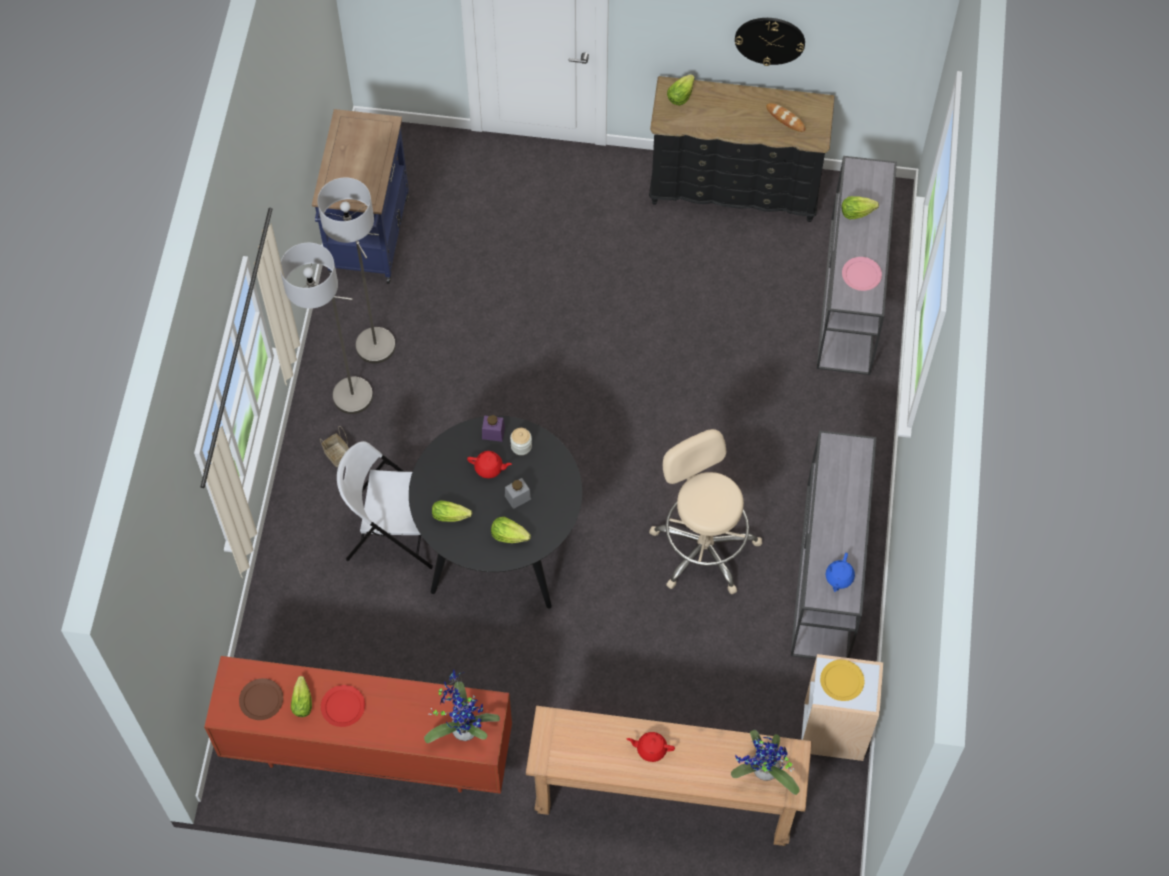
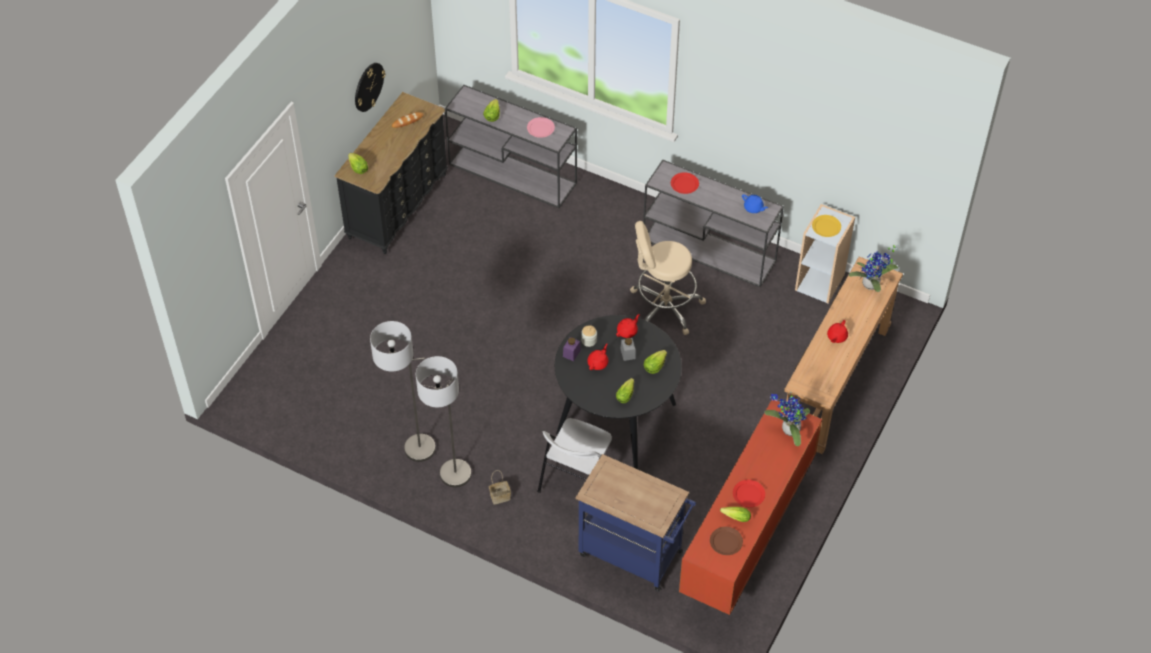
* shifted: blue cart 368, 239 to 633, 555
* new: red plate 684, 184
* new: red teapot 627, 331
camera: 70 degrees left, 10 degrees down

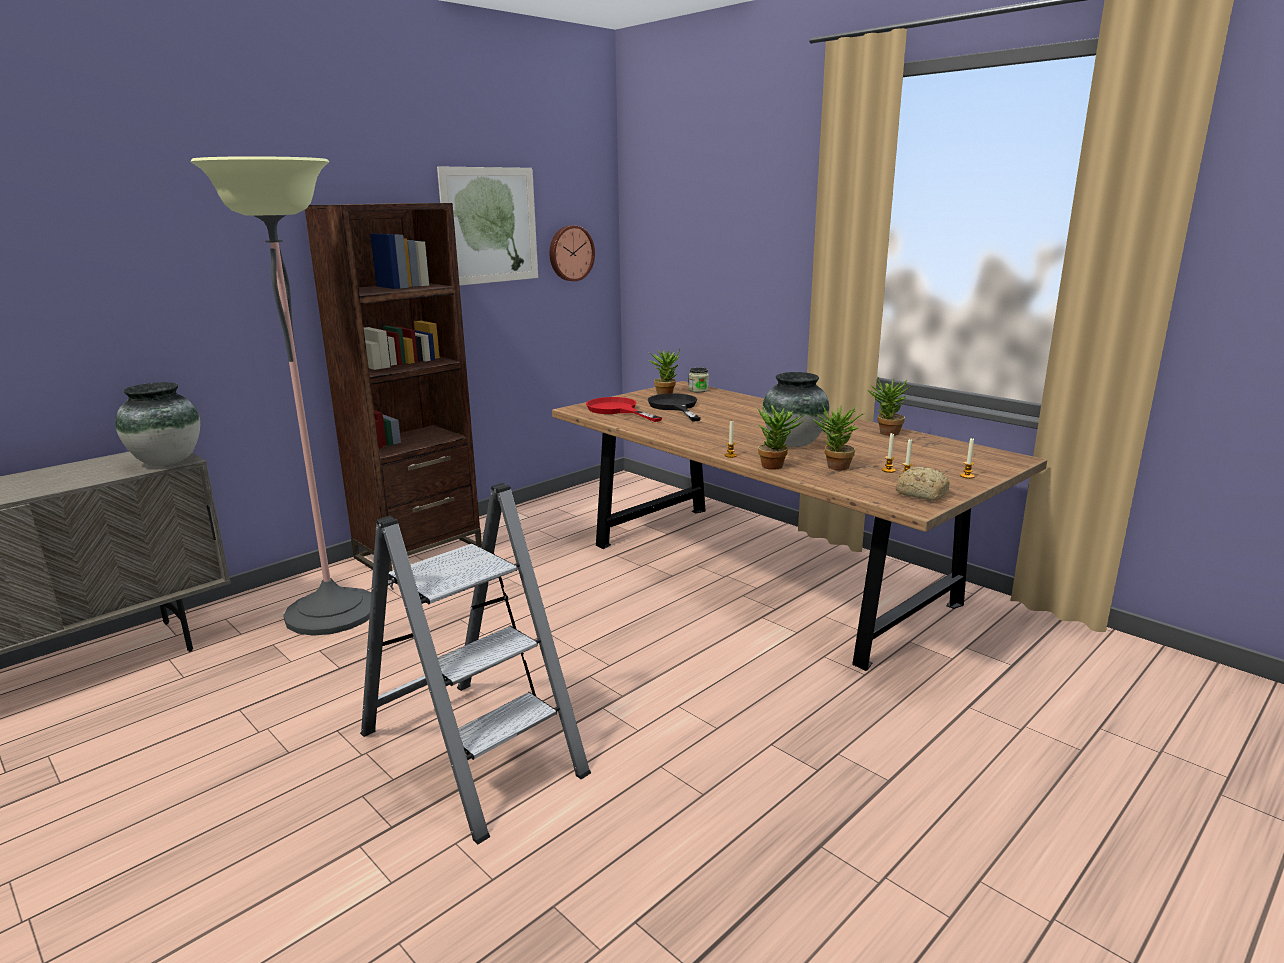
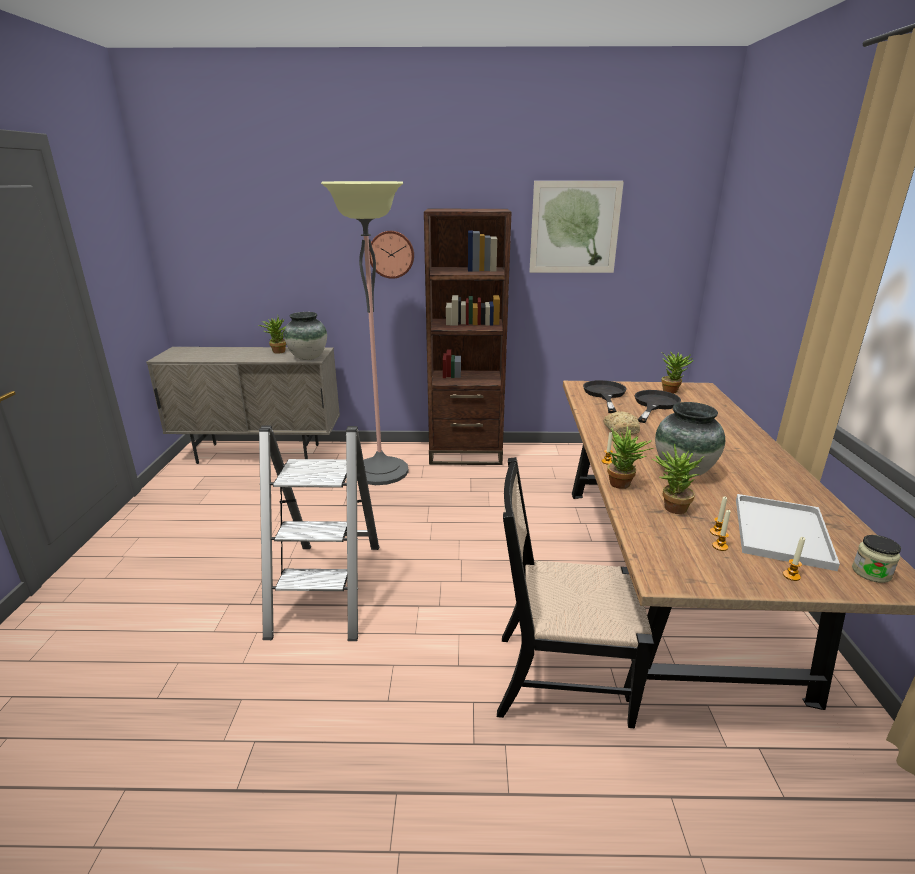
* shifted: wall clock 570, 253 to 391, 254
* shifted: jar 698, 390 to 871, 572
* shifted: potted plant 886, 433 to 277, 351
* repainted: red frying pan 617, 410 to black frying pan 604, 394
* shifted: bread 920, 493 to 621, 430
* new: chair 561, 680
* new: white tray 783, 533
camera: 45 degrees right, 5 degrees up

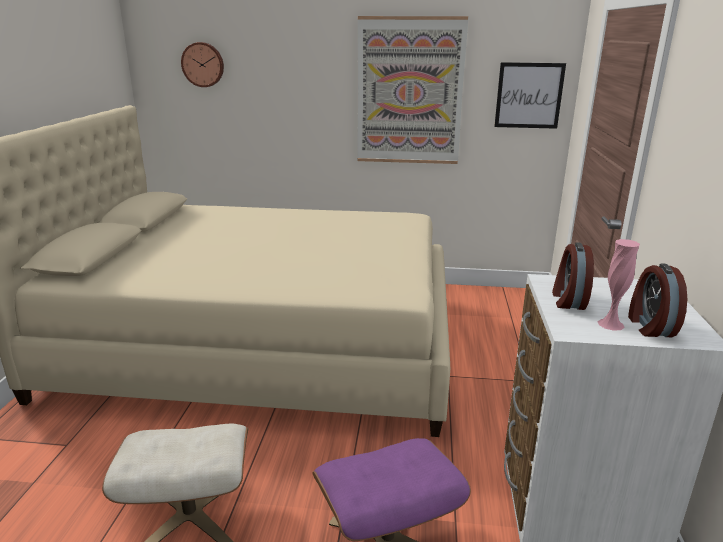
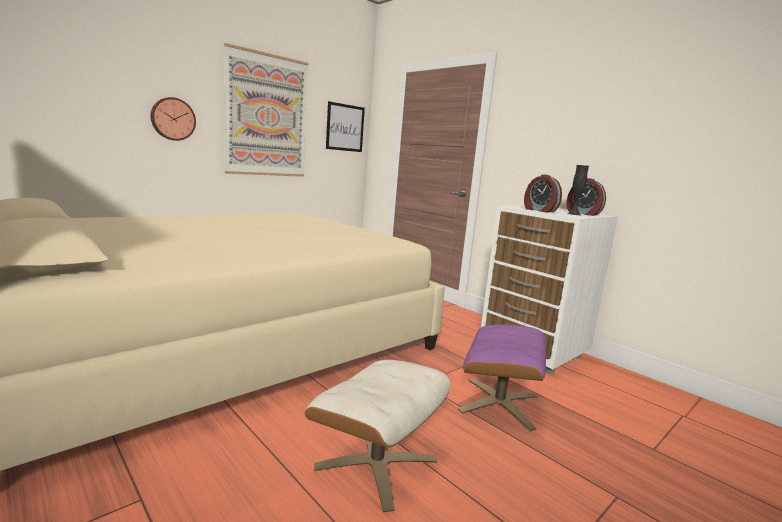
* shifted: wall clock 203, 64 to 173, 119
* repainted: pink vase 610, 324 to black vase 574, 214
camera: 50 degrees left, 10 degrees down

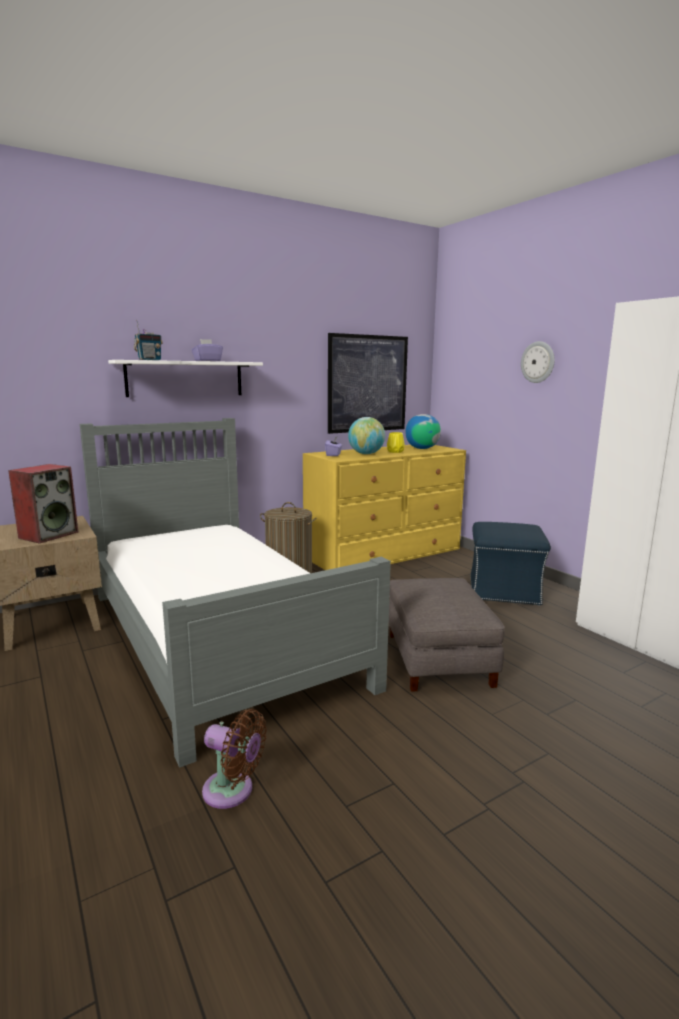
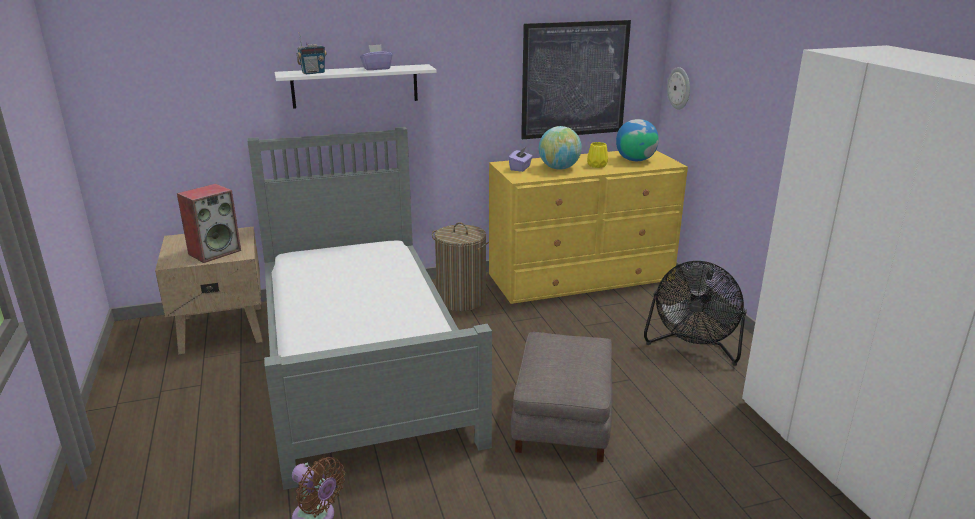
* shifted: wall clock 538, 362 to 679, 88
* swapped: blue ottoman 505, 590 to black fan 690, 345
camera: 15 degrees right, 10 degrees up

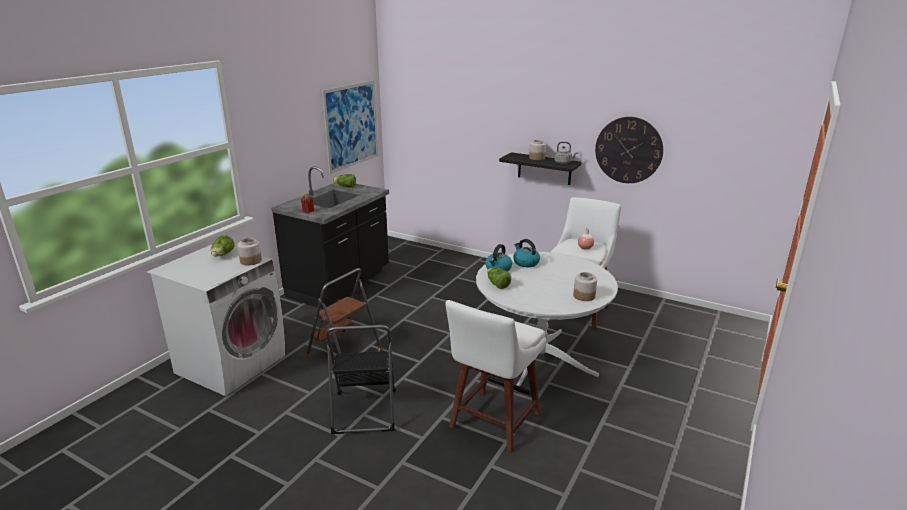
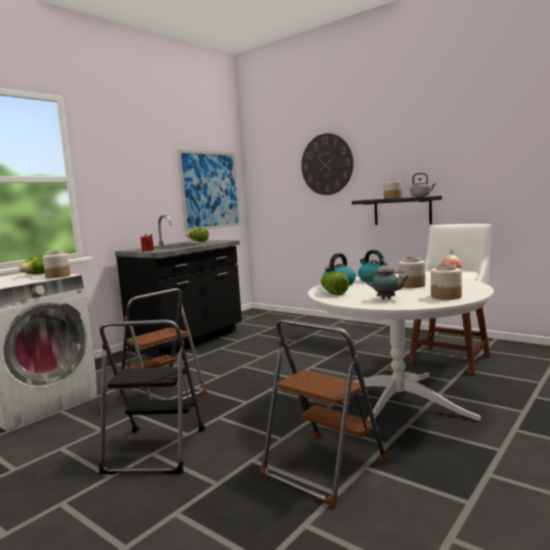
* shifted: wall clock 628, 150 to 326, 164
* swapped: white stool 492, 422 to brown step ladder 321, 468
* new: jar 411, 285
* new: teapot 387, 299
camera: 10 degrees right, 15 degrees down

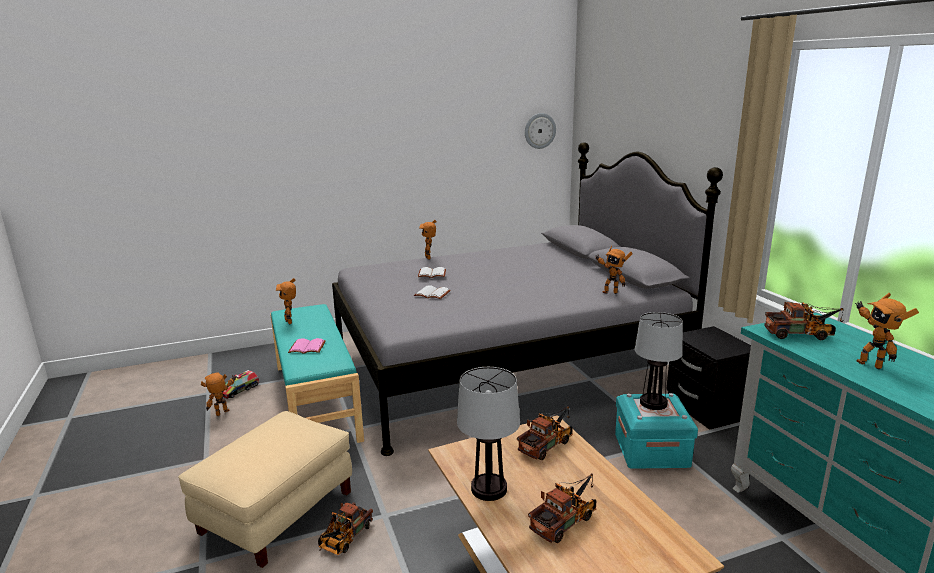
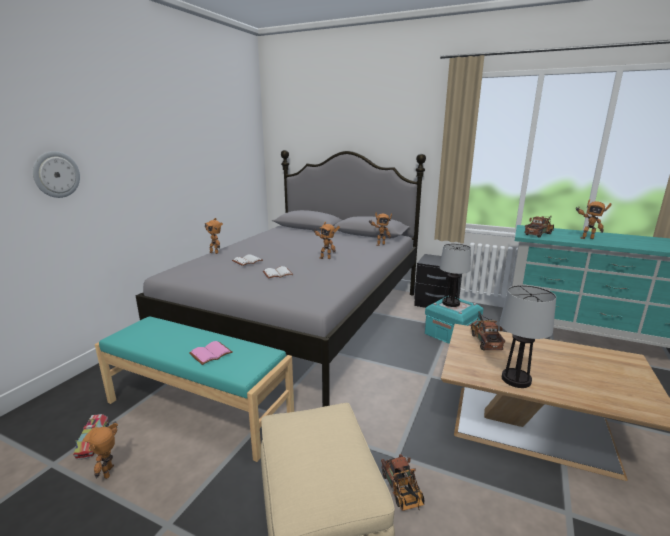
* shifted: wall clock 539, 131 to 56, 174
* shifted: toy robot 290, 322 to 325, 258
* gone: toy truck 566, 520
camera: 45 degrees left, 0 degrees up

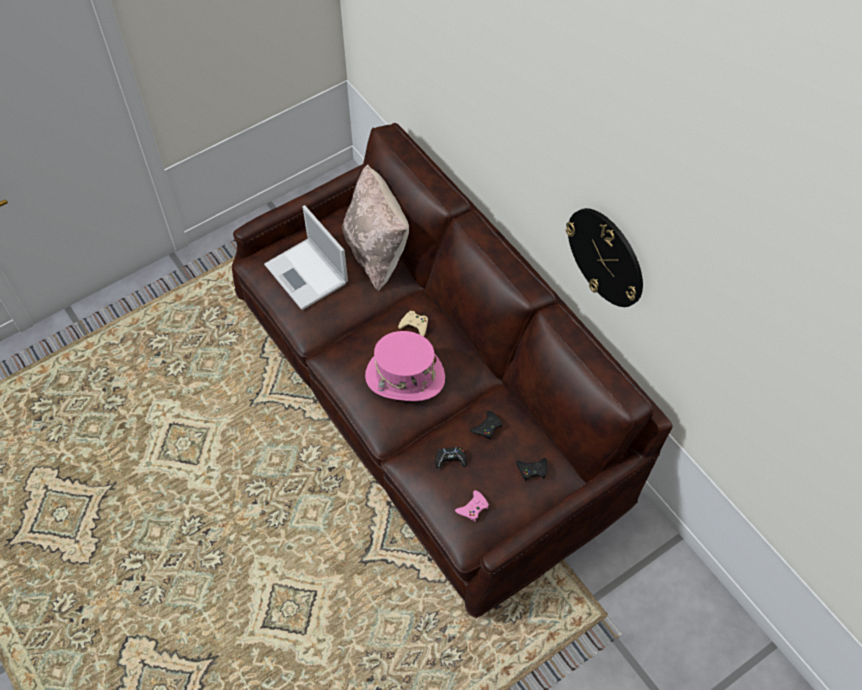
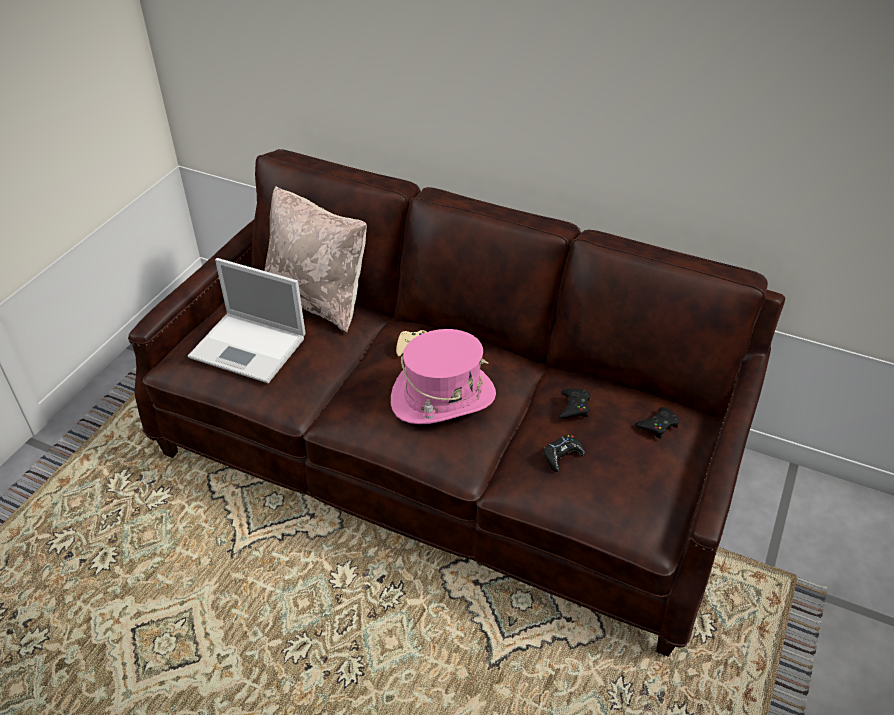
* gone: wall clock 606, 257
* gone: pink game controller 473, 508
camera: 30 degrees left, 15 degrees down

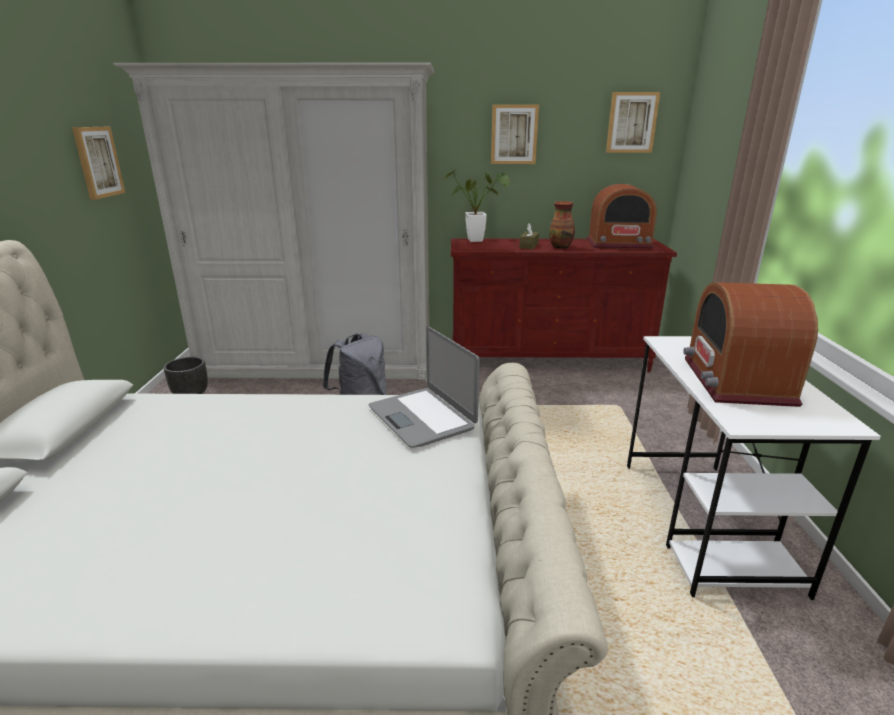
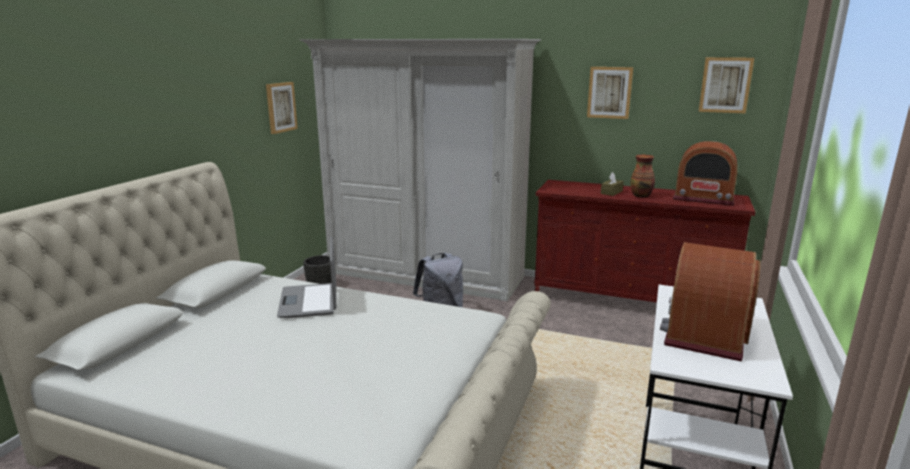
* gone: potted plant 479, 240
* shifted: laptop 422, 417 to 309, 301
camera: 20 degrees right, 5 degrees down

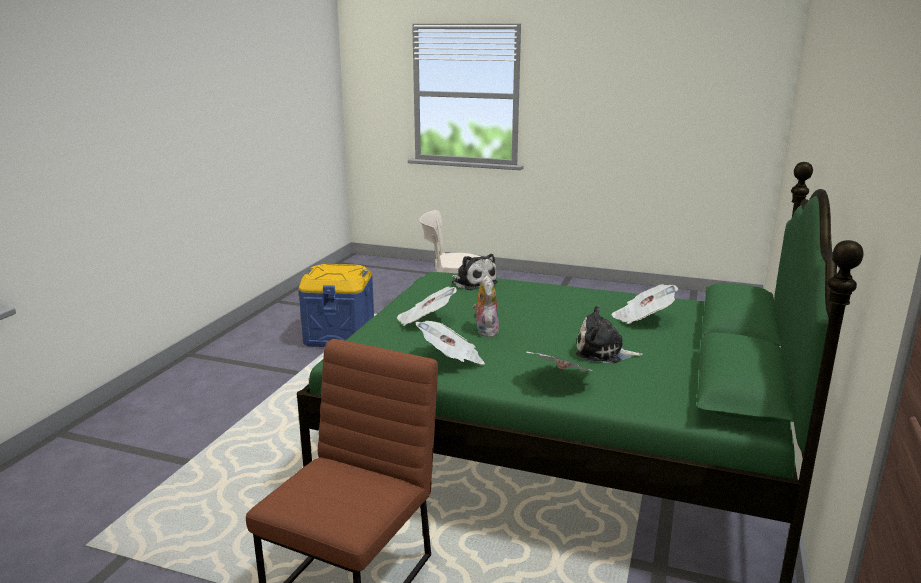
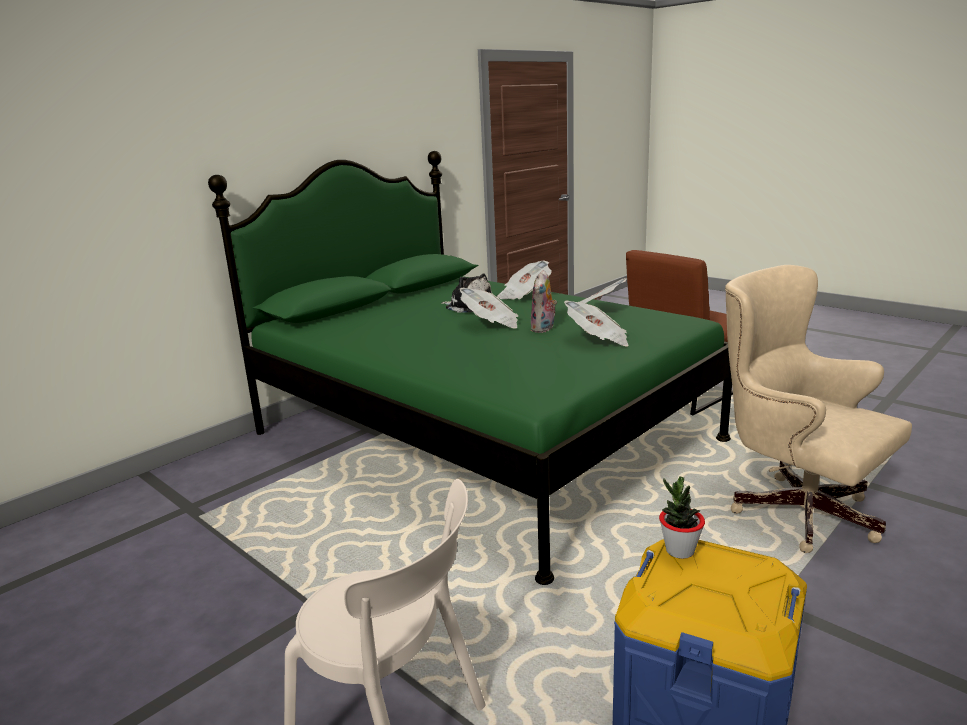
* gone: plush toy 473, 283
* shifted: newspaper 642, 318 to 491, 324
* new: beige office chair 796, 510
* new: potted plant 679, 551
camera: 155 degrees left, 0 degrees up

